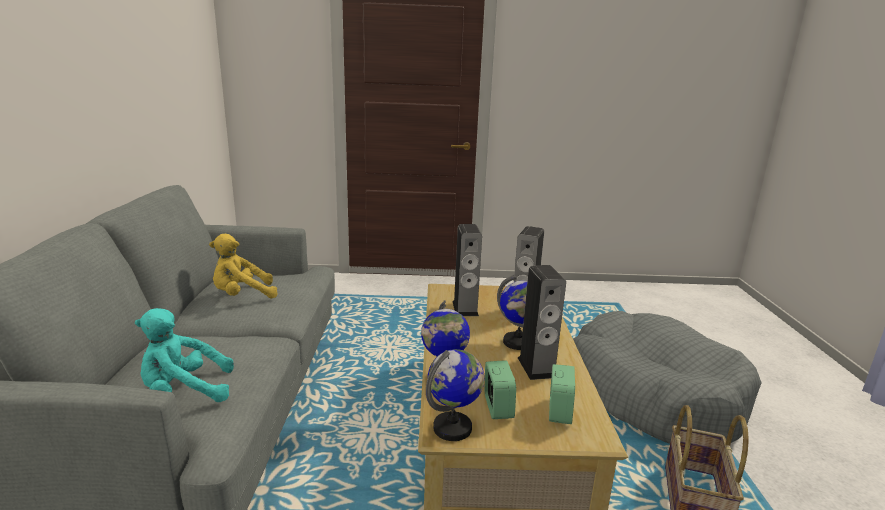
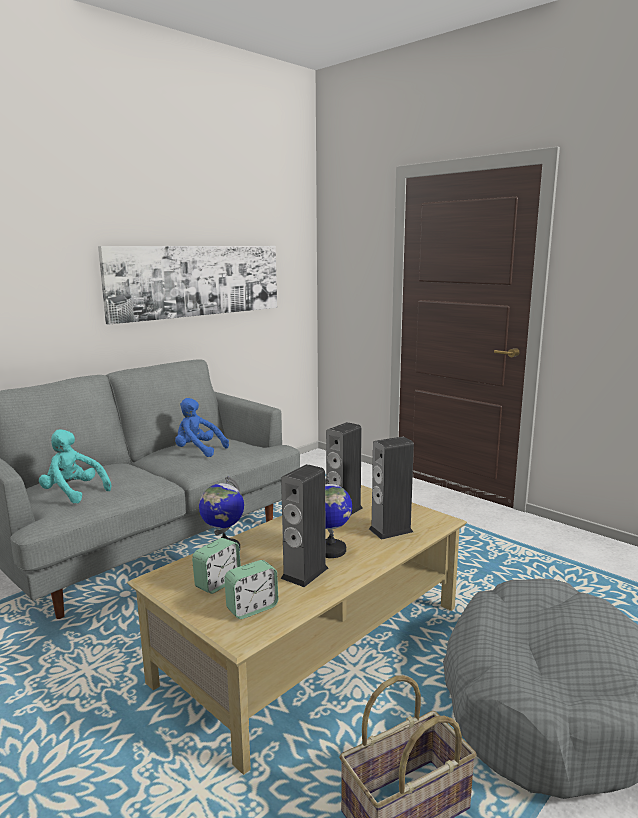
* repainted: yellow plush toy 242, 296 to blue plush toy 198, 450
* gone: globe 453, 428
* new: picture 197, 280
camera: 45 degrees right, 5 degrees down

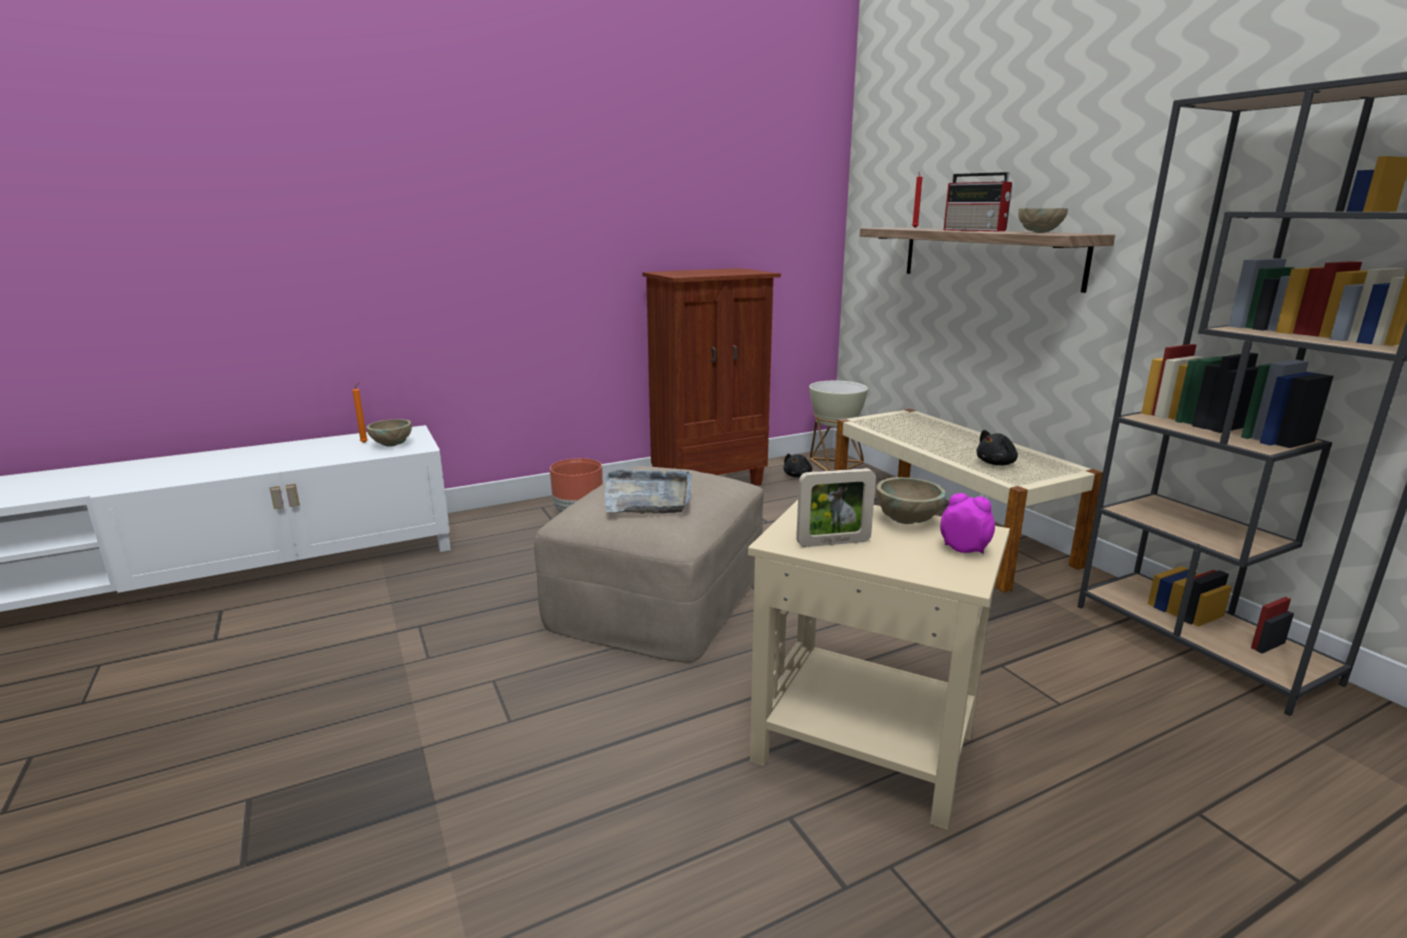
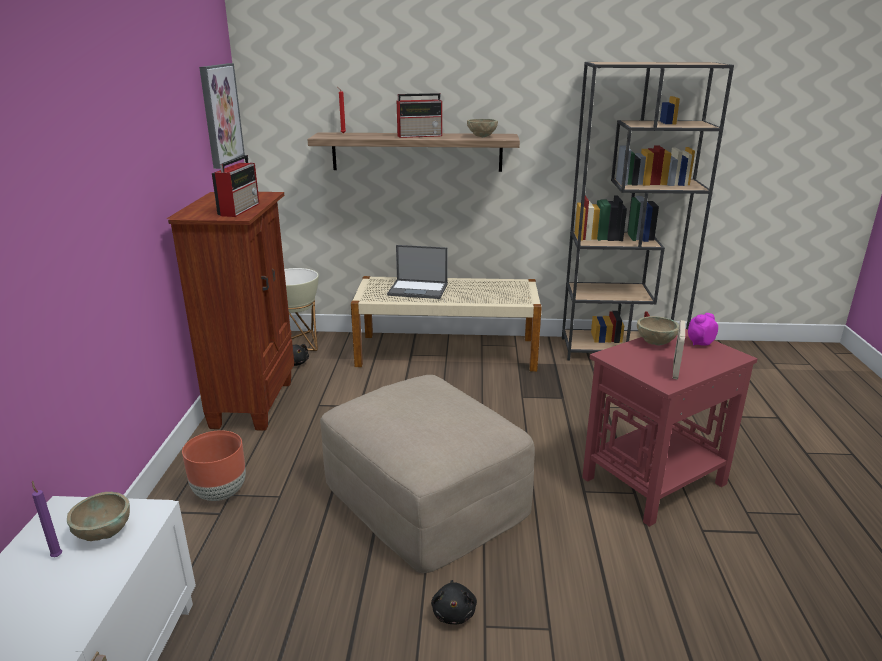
* repainted: orange candle 365, 442 to purple candle 56, 555
* shifted: black plush toy 997, 463 to 454, 612
* gone: grey tray 647, 496
* repainted: beige side table 864, 745 to red side table 653, 480
* new: picture 220, 114
* new: radio 240, 209
* new: laptop 419, 289
camera: 60 degrees left, 5 degrees up

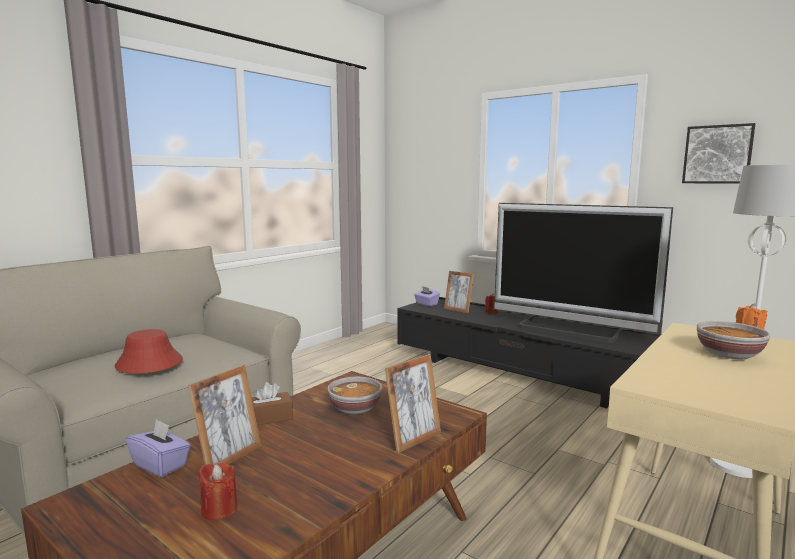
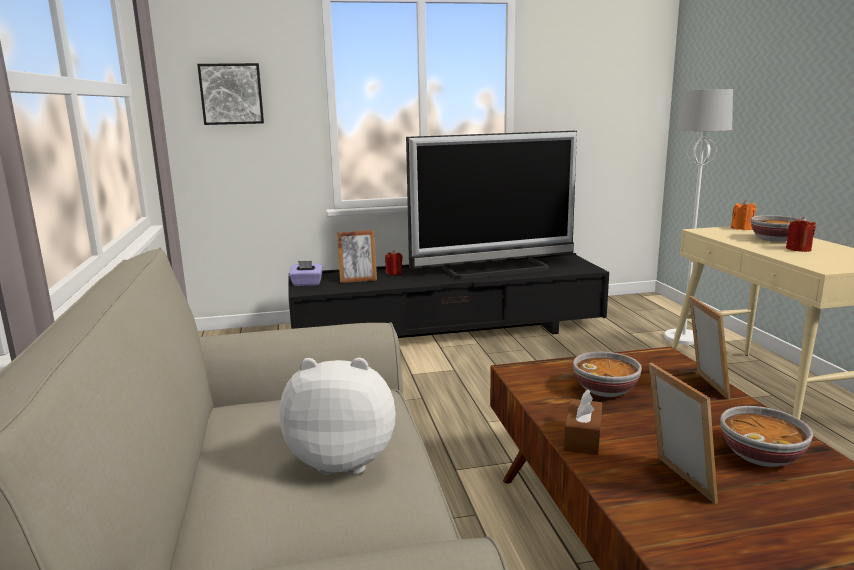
* shifted: picture 717, 154 to 231, 94
* swapped: red hat 149, 363 to plush toy 344, 460
* gone: purple tissue box 160, 465
* shifted: red candle 219, 509 to 798, 249
* new: bowl 761, 455
camera: 50 degrees left, 5 degrees up

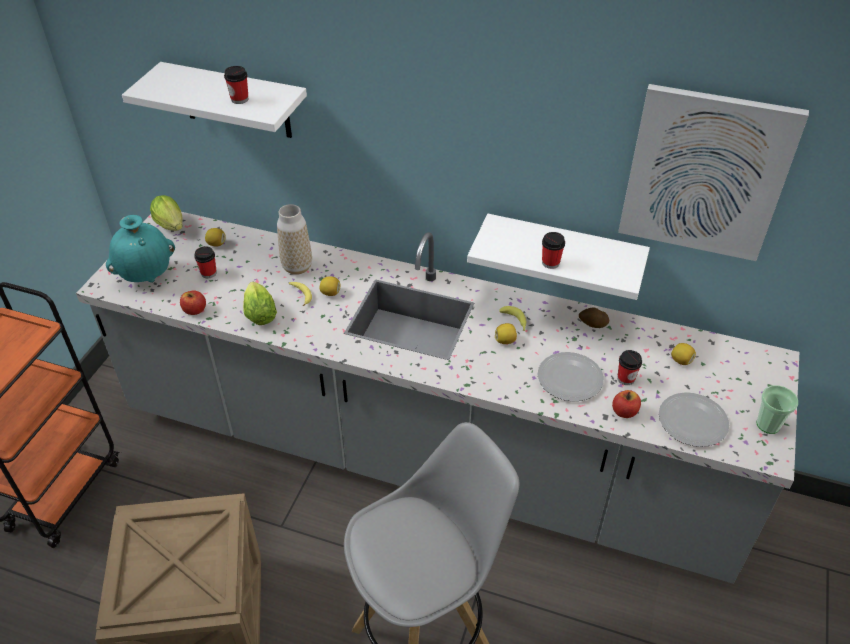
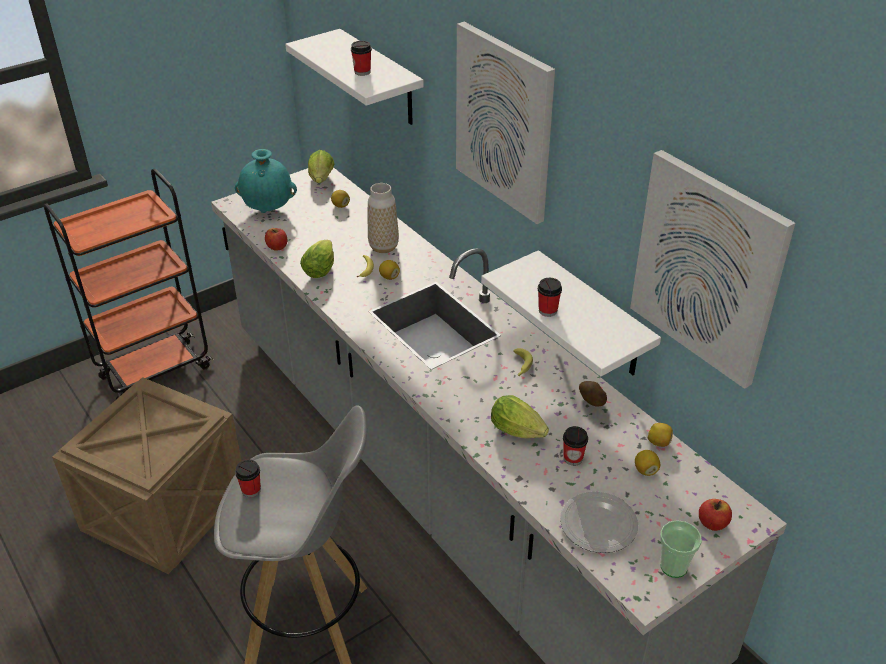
* shifted: cup 208, 273 to 251, 490
* shifted: lemon 505, 340 to 659, 442
* swapped: plate 569, 378 to lettuce 520, 432
* shifted: apple 624, 412 to 712, 523
* new: picture 504, 122
camera: 35 degrees right, 5 degrees down

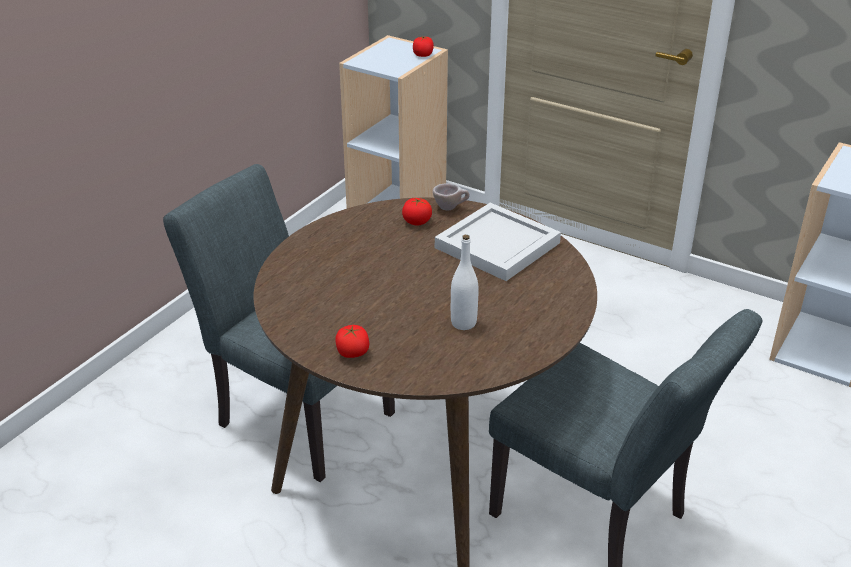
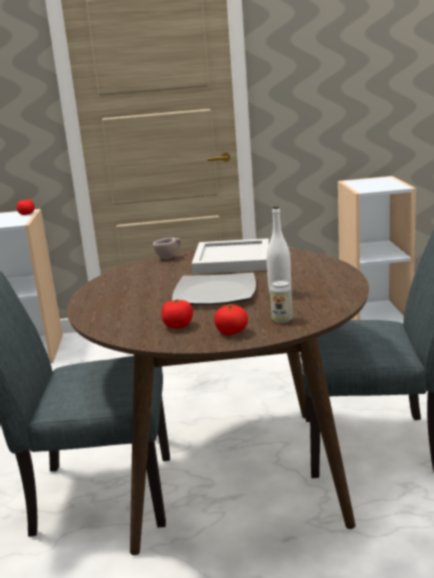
* shifted: tomato 417, 221 to 178, 326
* new: plate 214, 293
* new: can 282, 319
camera: 35 degrees left, 15 degrees down

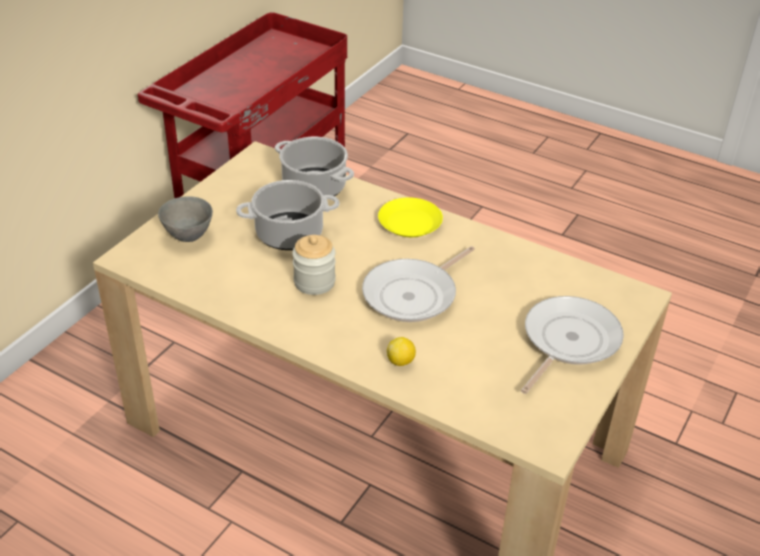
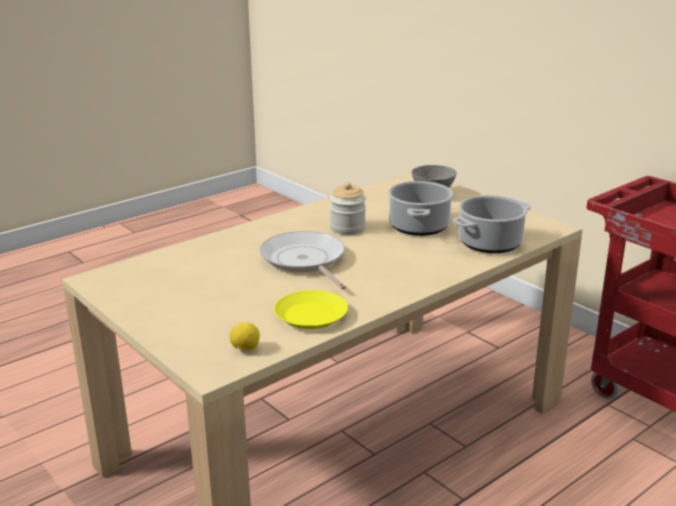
* shifted: yellow plate 409, 223 to 310, 315
* gone: frying pan 568, 341
* shifted: lemon 401, 361 to 245, 349
camera: 110 degrees right, 15 degrees down

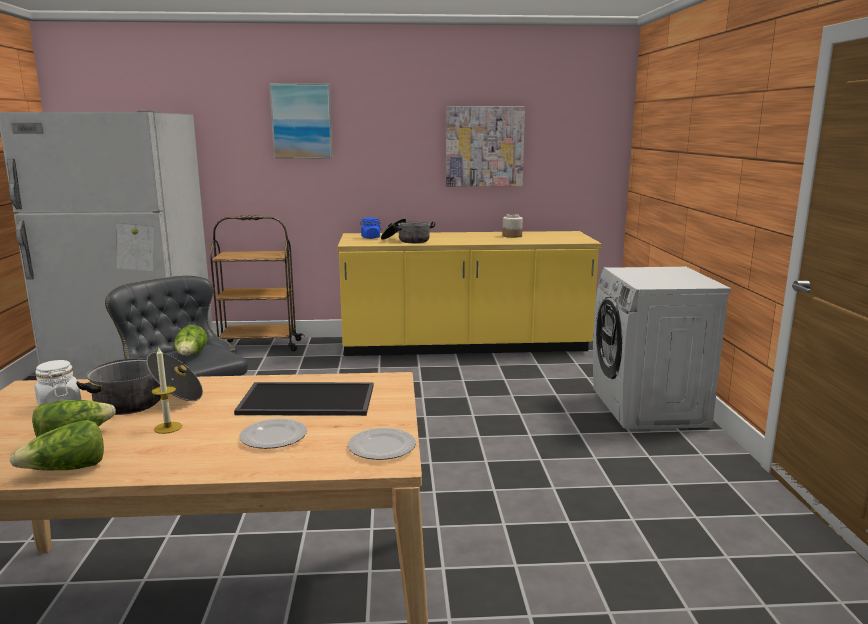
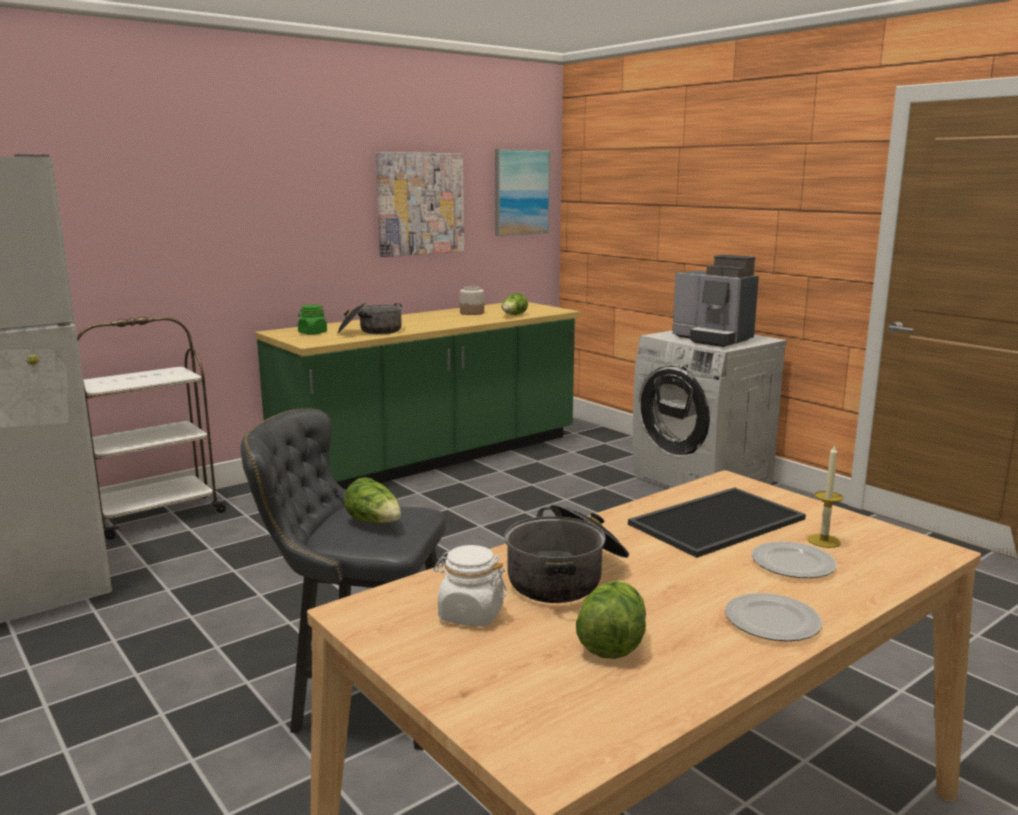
* shifted: picture 301, 121 to 521, 192
* repainted: brown cart 259, 346 to white cart 156, 517
* repainted: blue jar 370, 237 to green jar 312, 333
* repainted: yellow counter 465, 346 to green counter 432, 459
* shifted: candle 168, 427 to 824, 541
* shifted: lettuce 67, 469 to 513, 315
* shifted: plate 381, 447 to 771, 622
* new: coffee machine 713, 339
camera: 35 degrees left, 0 degrees up

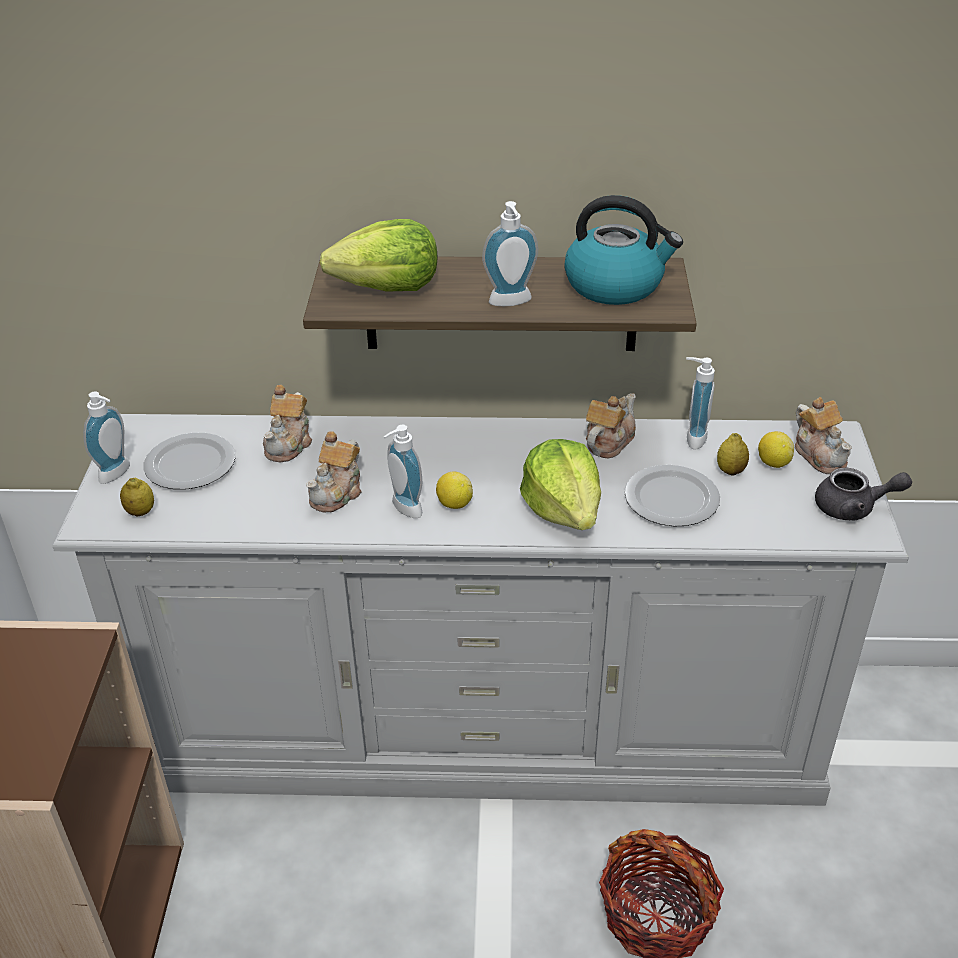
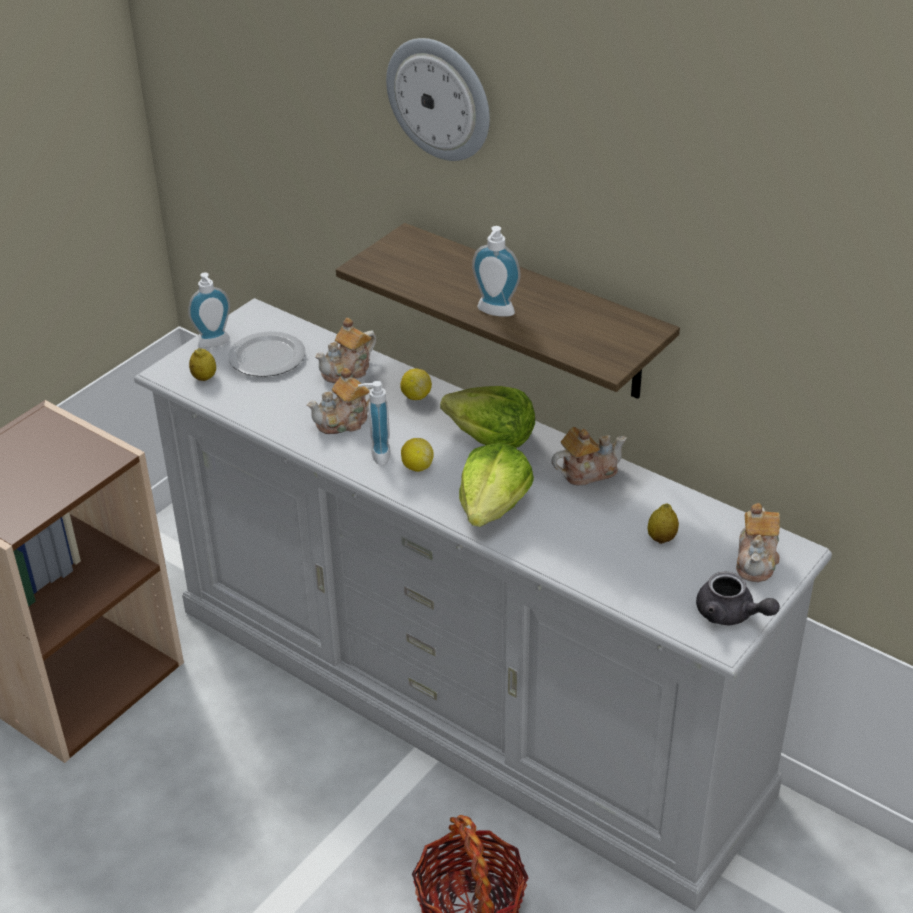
* gone: kettle 615, 285
* shifted: lettuce 388, 287 to 491, 438
* gone: soap dispenser 692, 437
* shifted: lemon 773, 463 to 416, 396
* gone: plate 669, 498
* new: wall clock 440, 98
camera: 35 degrees right, 0 degrees up

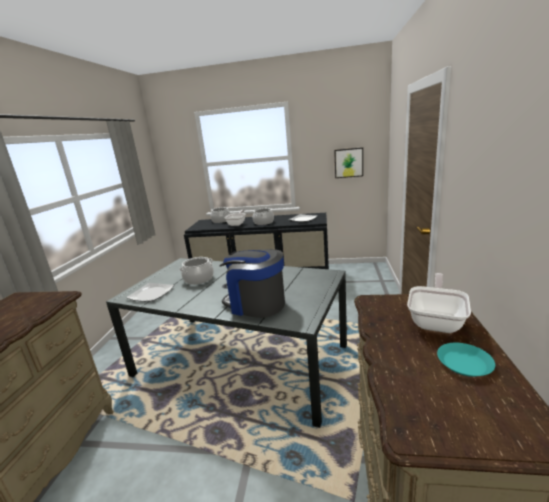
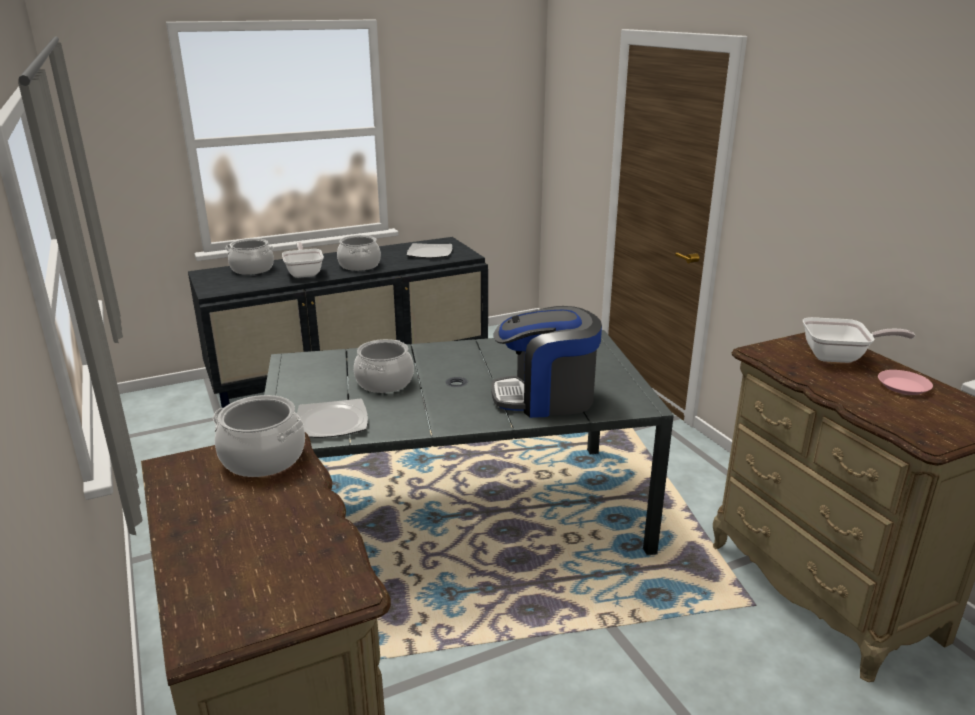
* gone: picture 348, 162
* rotated: frying pan 436, 320 = 840, 357 105 degrees clockwise
* repainted: turquoise plate 464, 363 to pink plate 903, 386
* new: cooking pot 262, 458
camera: 35 degrees left, 5 degrees up

